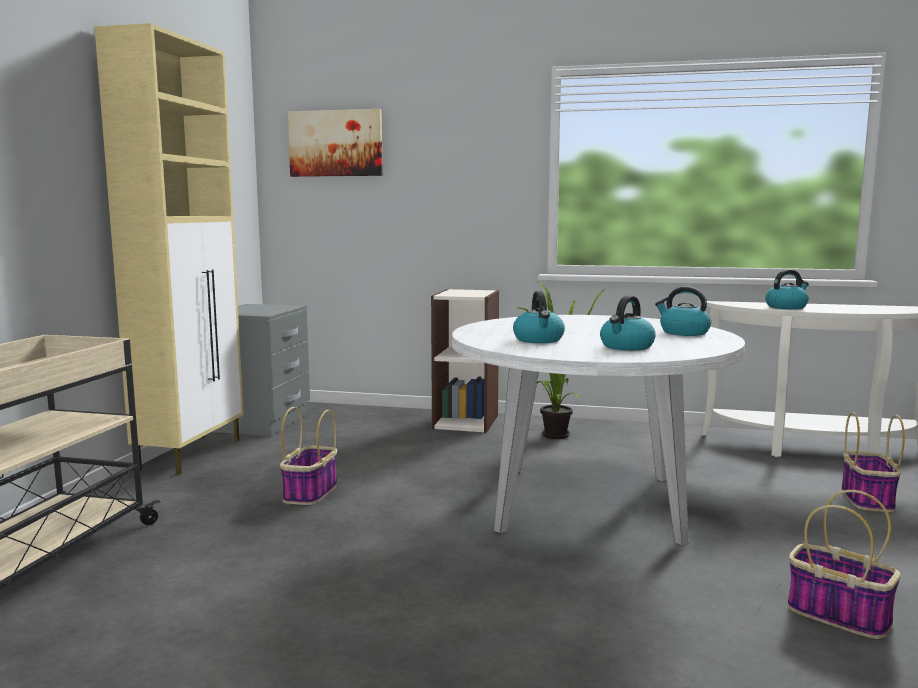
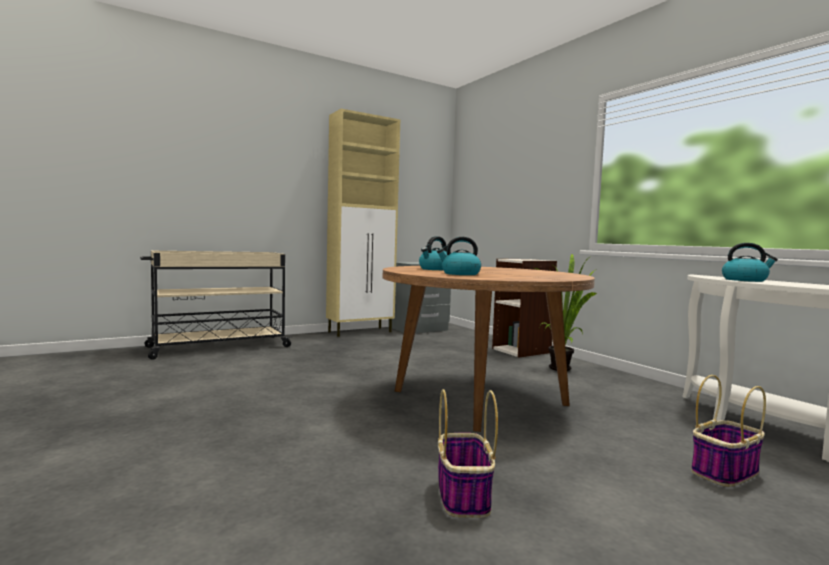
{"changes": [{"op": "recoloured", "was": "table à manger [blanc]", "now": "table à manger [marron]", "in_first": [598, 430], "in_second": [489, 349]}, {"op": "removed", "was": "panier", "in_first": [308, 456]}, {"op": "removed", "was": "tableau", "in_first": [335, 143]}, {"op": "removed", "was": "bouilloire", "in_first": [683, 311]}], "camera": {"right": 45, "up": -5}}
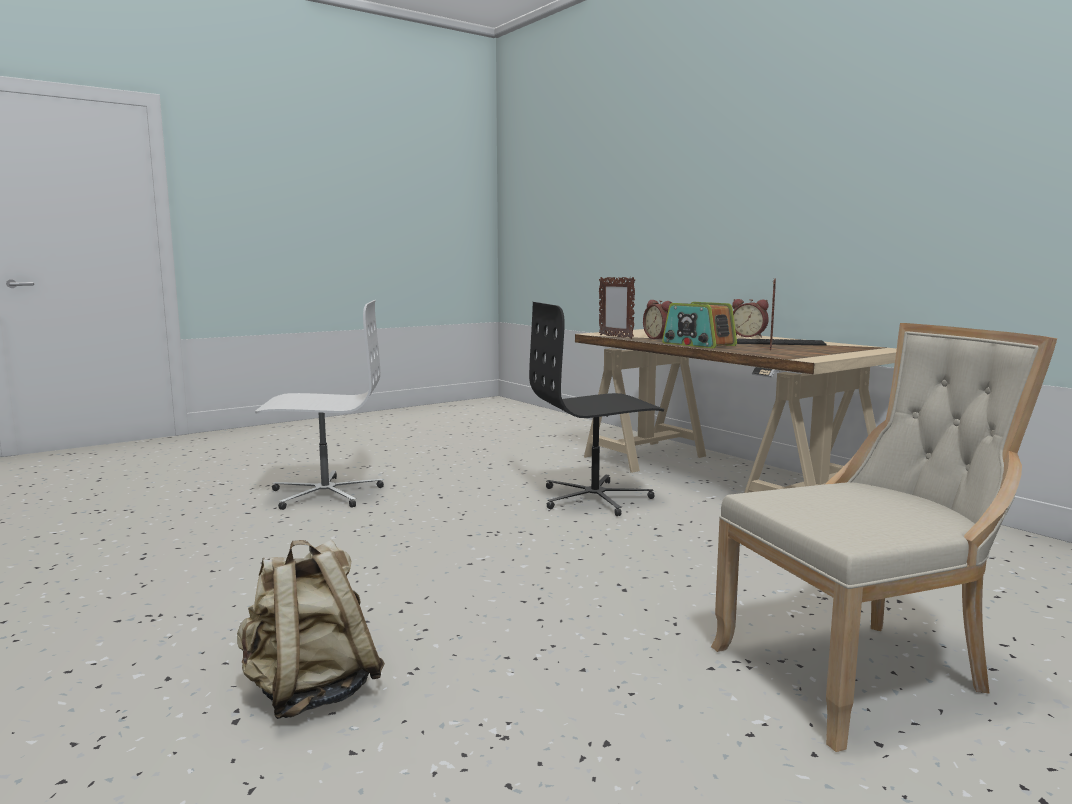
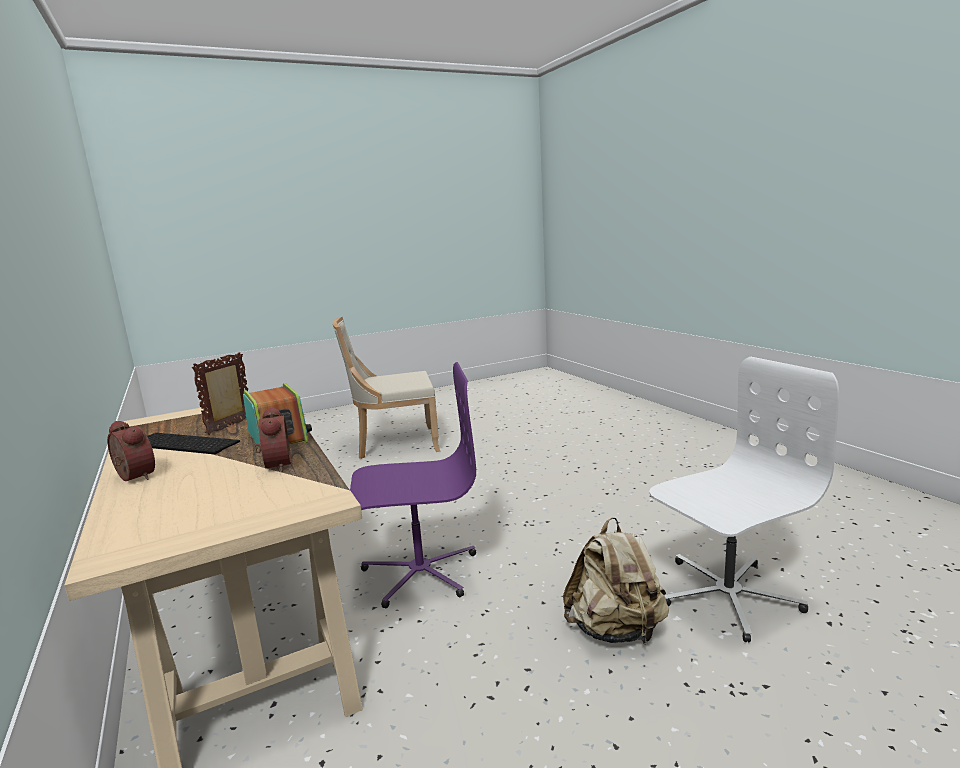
{"changes": [{"op": "recoloured", "was": "chaise de bureau [noir]", "now": "chaise de bureau [violet]", "in_first": [596, 409], "in_second": [413, 485]}, {"op": "moved", "was": "sac à dos [beige]", "in_first": [311, 629], "in_second": [616, 581]}, {"op": "turned", "was": "chaise de bureau [blanc]", "in_first": [319, 405], "in_second": [744, 499], "clockwise": 150}, {"op": "removed", "was": "cadre photo", "in_first": [617, 308]}], "camera": {"right": -170, "up": 5}}
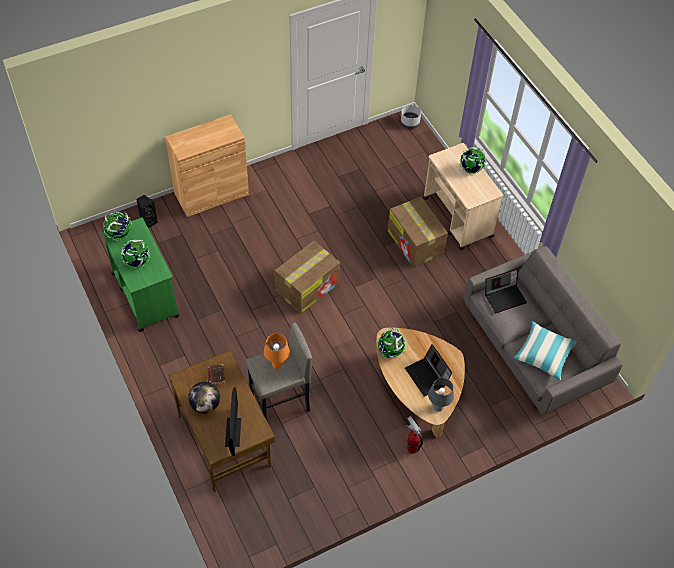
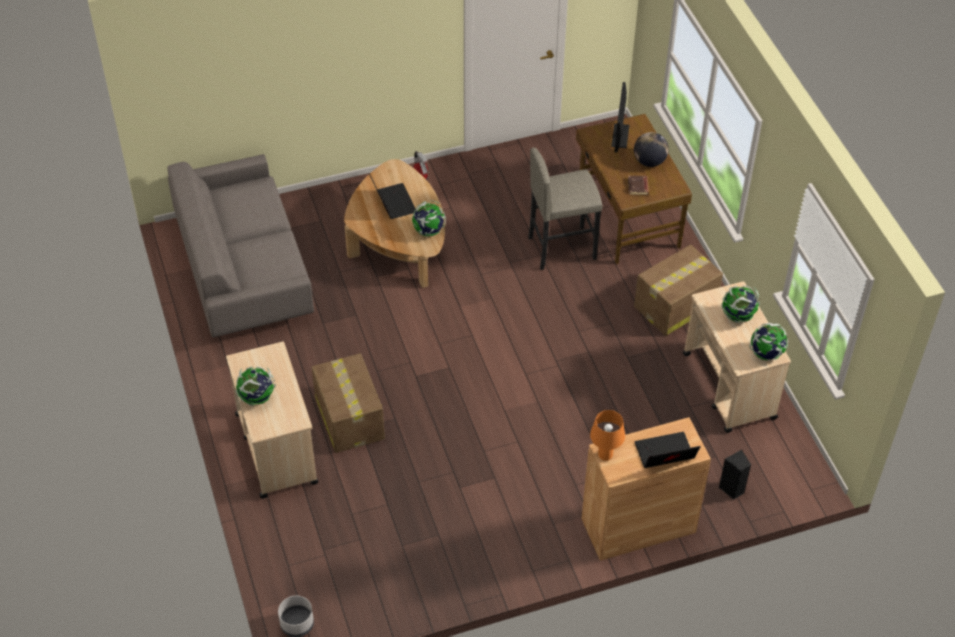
{"changes": [{"op": "moved", "was": "lampe de table [orange]", "in_first": [277, 351], "in_second": [607, 435]}, {"op": "moved", "was": "carton", "in_first": [307, 277], "in_second": [678, 290]}, {"op": "moved", "was": "ordinateur portable", "in_first": [506, 291], "in_second": [668, 450]}, {"op": "recoloured", "was": "chariot [vert]", "now": "chariot [beige]", "in_first": [140, 274], "in_second": [737, 357]}, {"op": "removed", "was": "lampe de table [gris]", "in_first": [441, 395]}, {"op": "removed", "was": "coussin", "in_first": [545, 350]}], "camera": {"right": -170, "up": -5}}
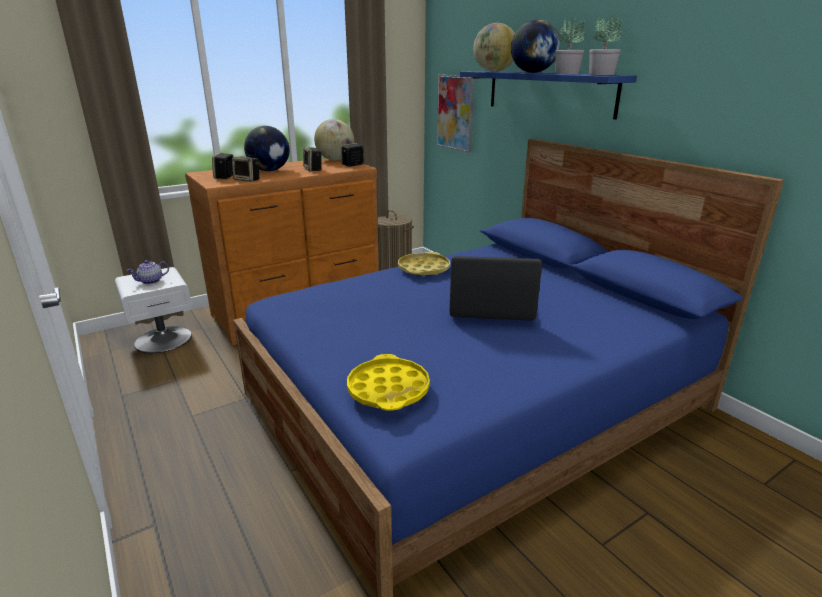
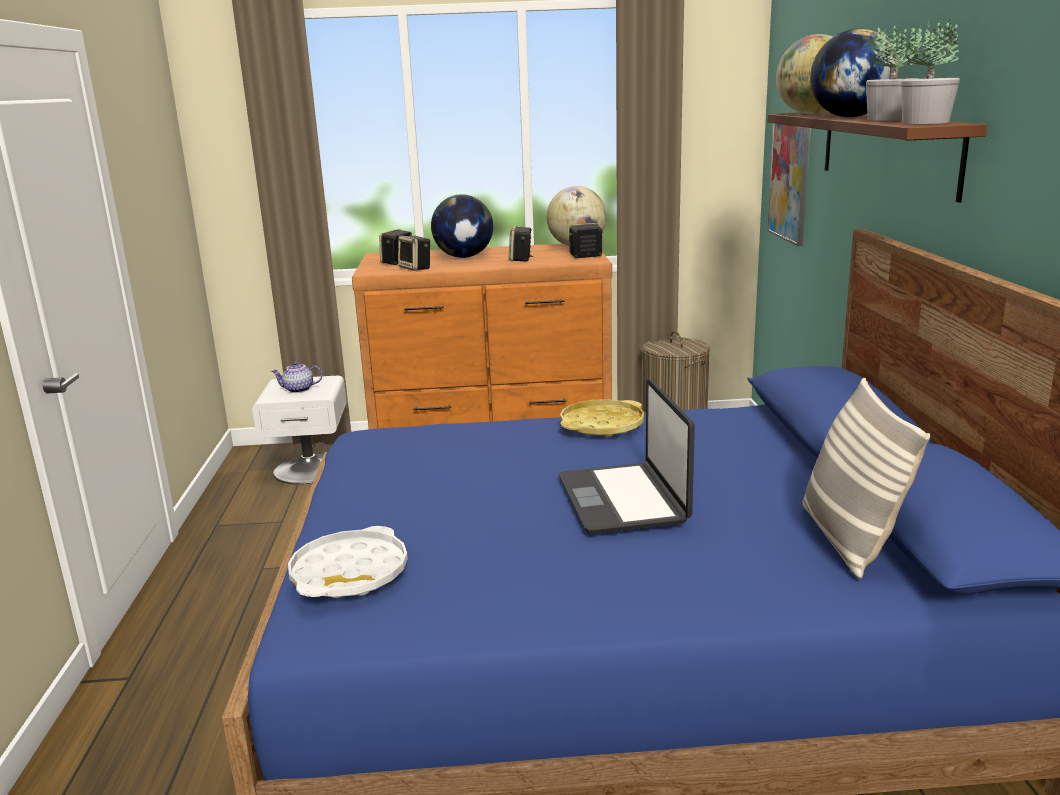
{"changes": [{"op": "recoloured", "was": "plateau [jaune]", "now": "plateau [blanc]", "in_first": [388, 382], "in_second": [348, 562]}, {"op": "turned", "was": "ordinateur portable", "in_first": [495, 288], "in_second": [627, 456], "clockwise": -135}, {"op": "recoloured", "was": "étagère [bleu]", "now": "étagère [marron]", "in_first": [548, 95], "in_second": [877, 157]}, {"op": "added", "now": "coussin", "in_second": [866, 478]}], "camera": {"right": 30, "up": -5}}
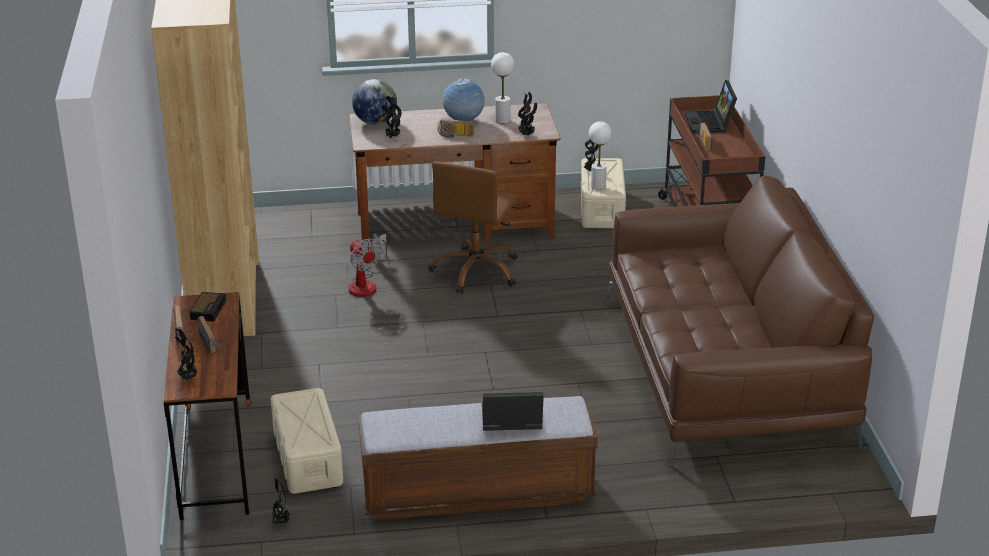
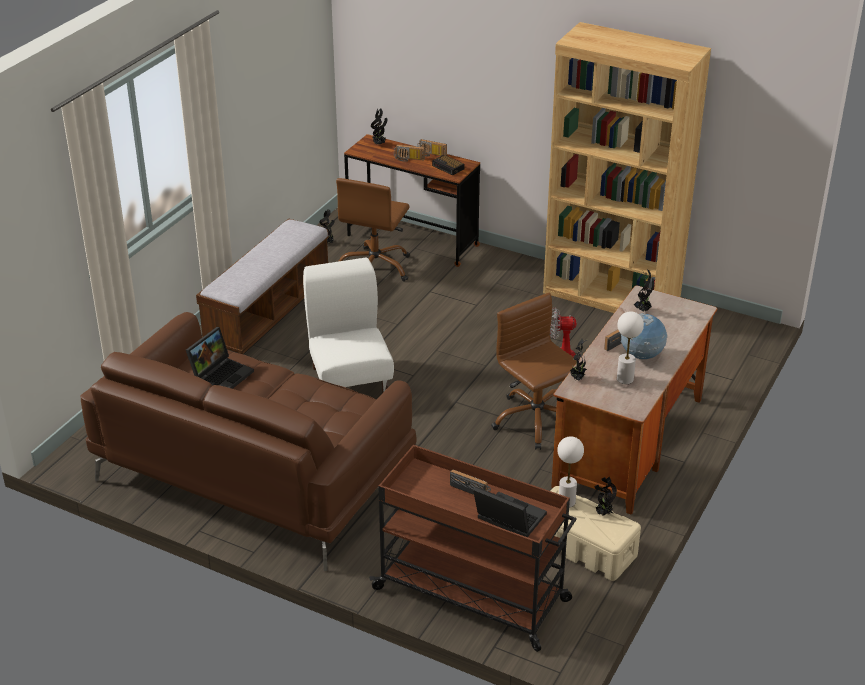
{"changes": [{"op": "moved", "was": "ordinateur portable", "in_first": [513, 411], "in_second": [220, 358]}, {"op": "added", "now": "chaise [blanc]", "in_second": [348, 325]}, {"op": "replaced", "was": "boîte de rangement [beige]", "now": "chaise de bureau [marron]", "in_first": [307, 441], "in_second": [373, 230]}, {"op": "removed", "was": "globe", "in_first": [374, 102]}], "camera": {"right": 125, "up": 5}}
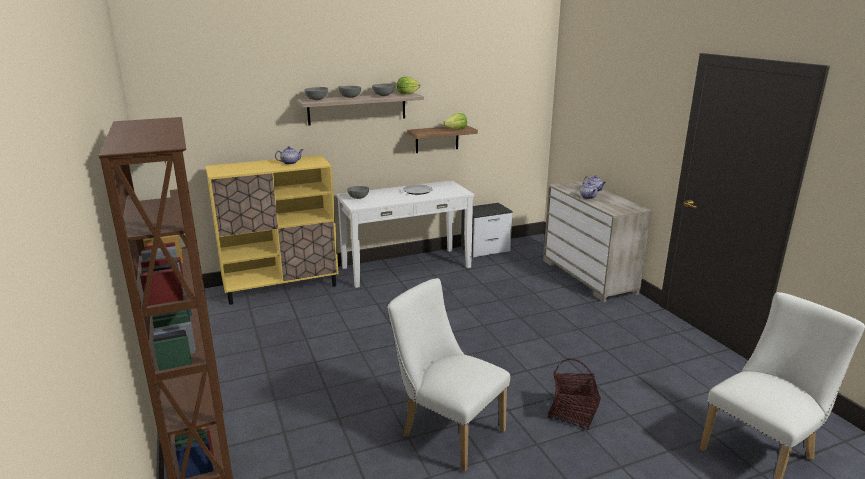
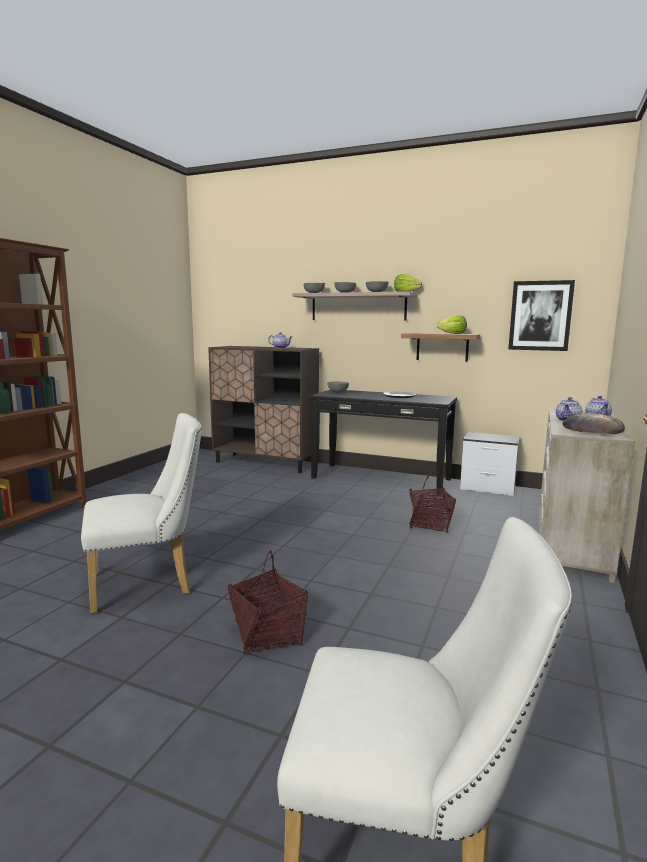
{"changes": [{"op": "turned", "was": "chaise [blanc]", "in_first": [448, 374], "in_second": [141, 513], "clockwise": 75}, {"op": "recoloured", "was": "meuble de rangement [jaune]", "now": "meuble de rangement [marron]", "in_first": [272, 230], "in_second": [263, 409]}, {"op": "recoloured", "was": "table console [blanc]", "now": "table console [noir]", "in_first": [405, 234], "in_second": [383, 440]}, {"op": "added", "now": "panier", "in_second": [432, 501]}, {"op": "added", "now": "tableau", "in_second": [541, 315]}, {"op": "added", "now": "pain", "in_second": [594, 423]}], "camera": {"right": 45, "up": -10}}
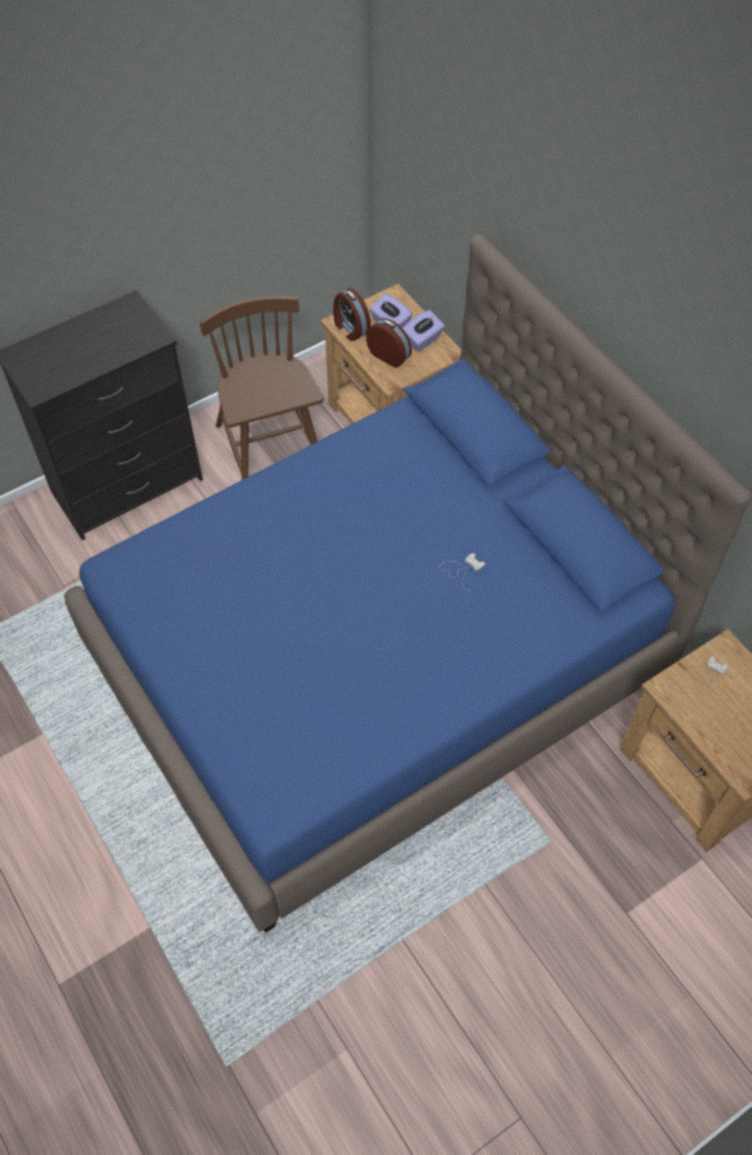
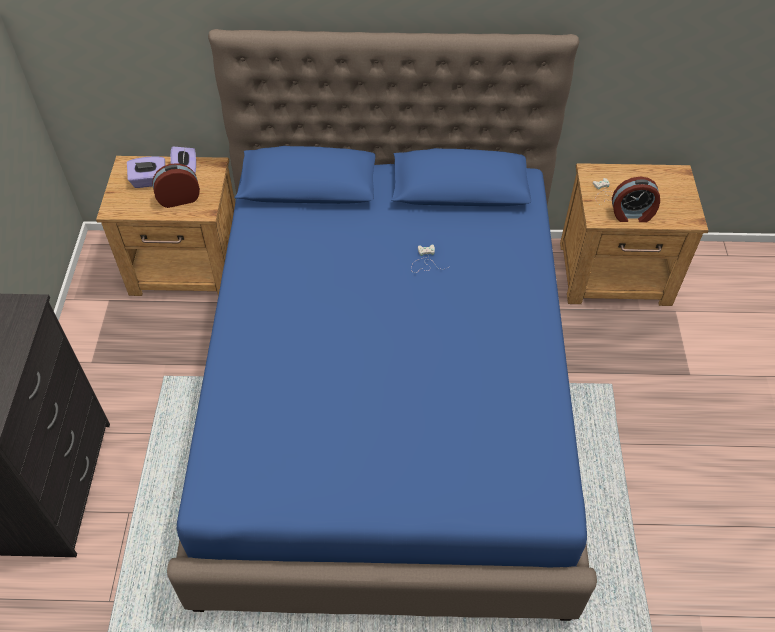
{"changes": [{"op": "moved", "was": "réveil", "in_first": [352, 314], "in_second": [636, 199]}, {"op": "removed", "was": "chaise [marron]", "in_first": [262, 388]}], "camera": {"right": -55, "up": -5}}
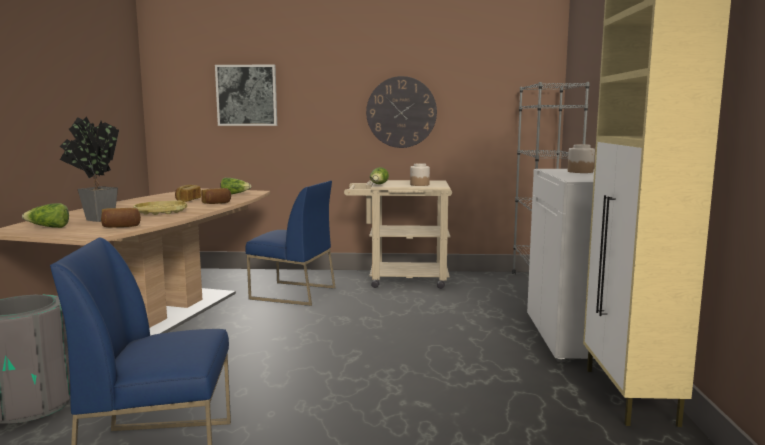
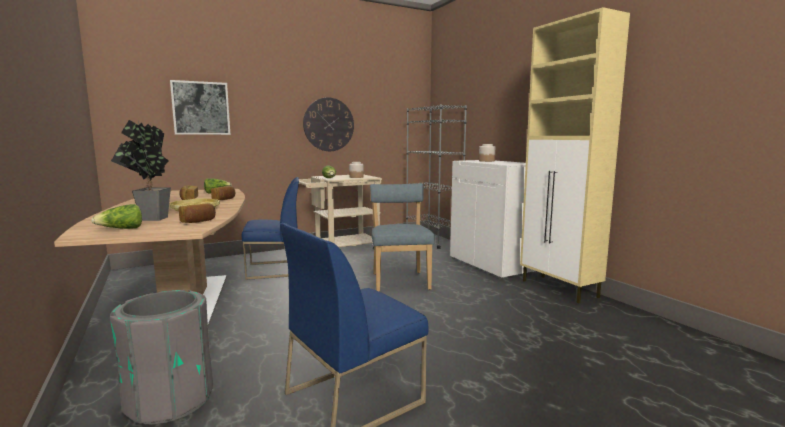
{"changes": [{"op": "added", "now": "chaise [bleu]", "in_second": [402, 238]}], "camera": {"right": -30, "up": 0}}
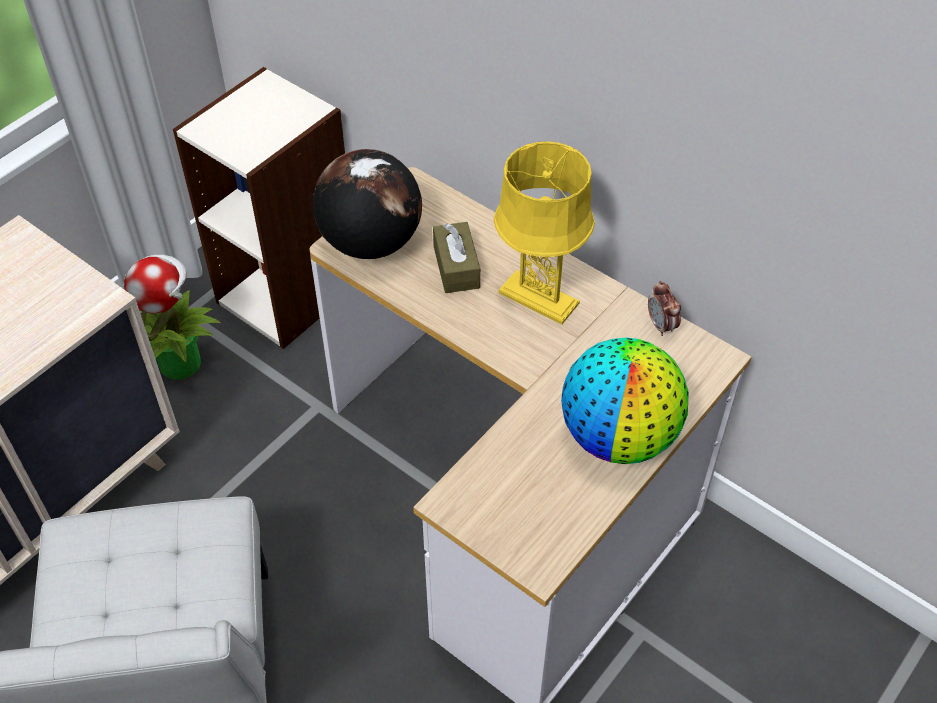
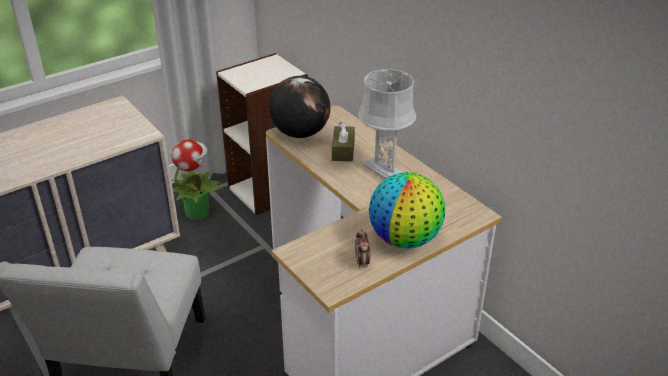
{"changes": [{"op": "moved", "was": "réveil", "in_first": [664, 308], "in_second": [362, 248]}, {"op": "recoloured", "was": "lampe de table [jaune]", "now": "lampe de table [gris]", "in_first": [544, 232], "in_second": [387, 124]}], "camera": {"right": 15, "up": -15}}
